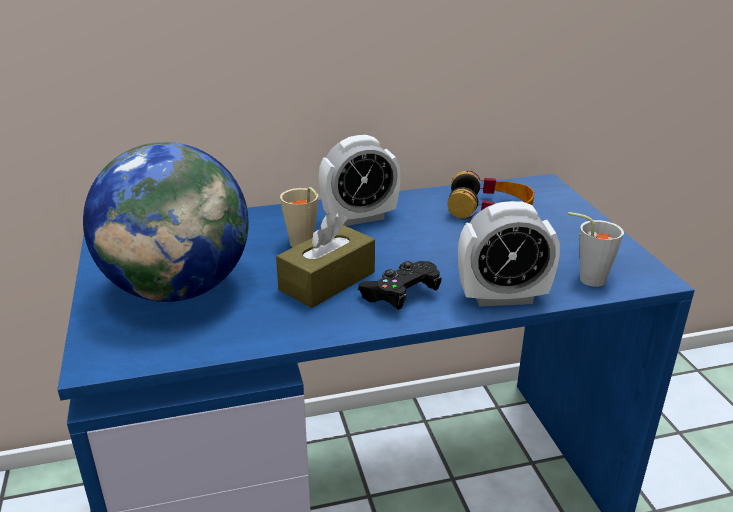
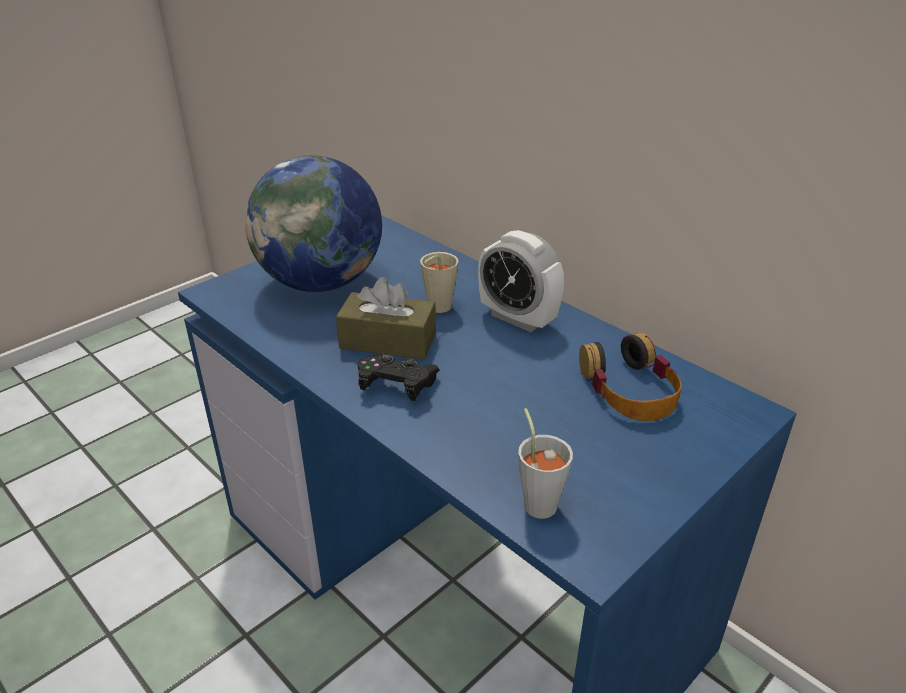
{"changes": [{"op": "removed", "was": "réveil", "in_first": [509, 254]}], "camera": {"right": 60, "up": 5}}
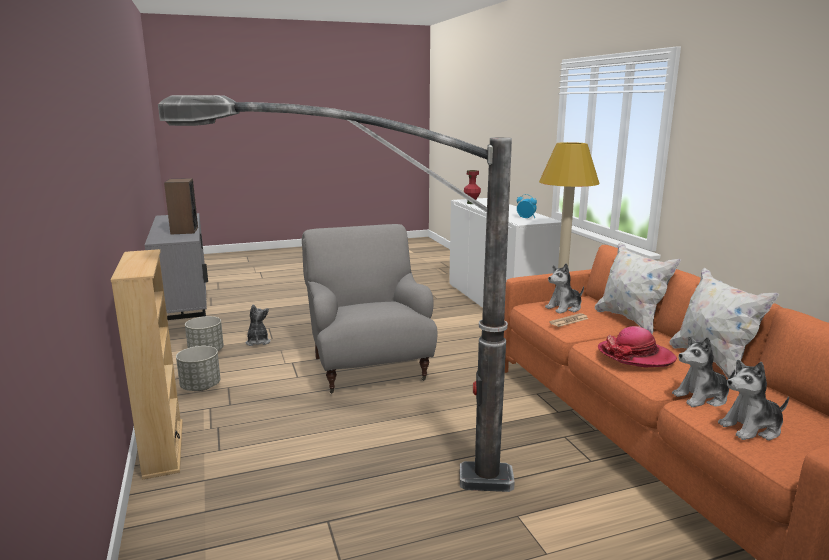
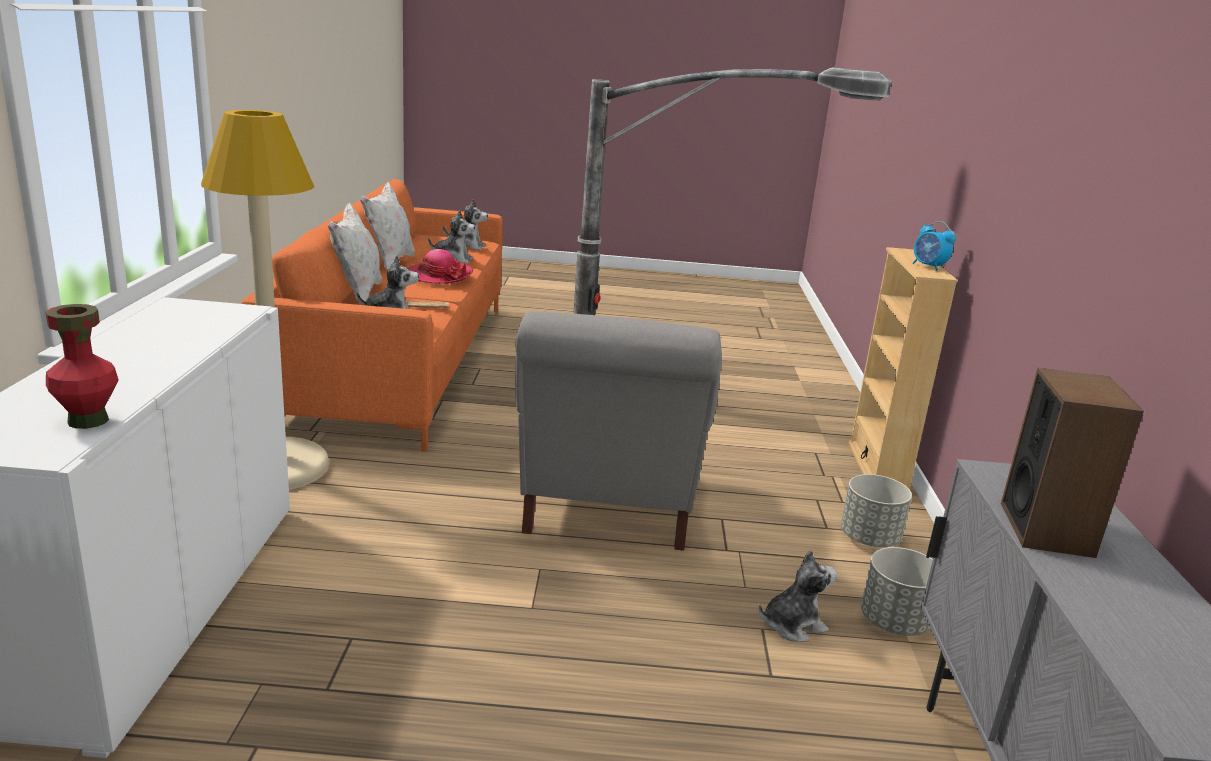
{"changes": [{"op": "turned", "was": "peluche", "in_first": [258, 325], "in_second": [798, 595], "clockwise": -120}, {"op": "moved", "was": "réveil", "in_first": [527, 206], "in_second": [934, 246]}], "camera": {"right": -160, "up": 5}}
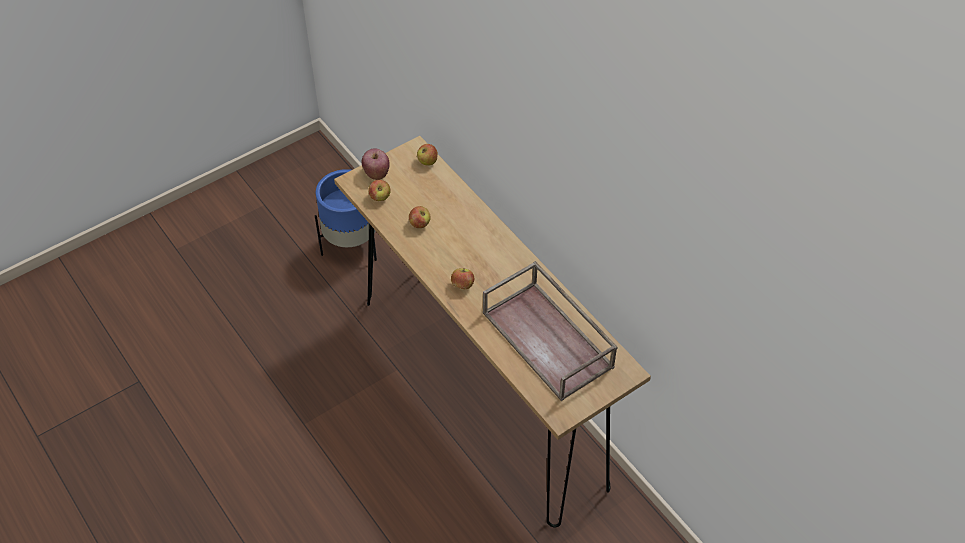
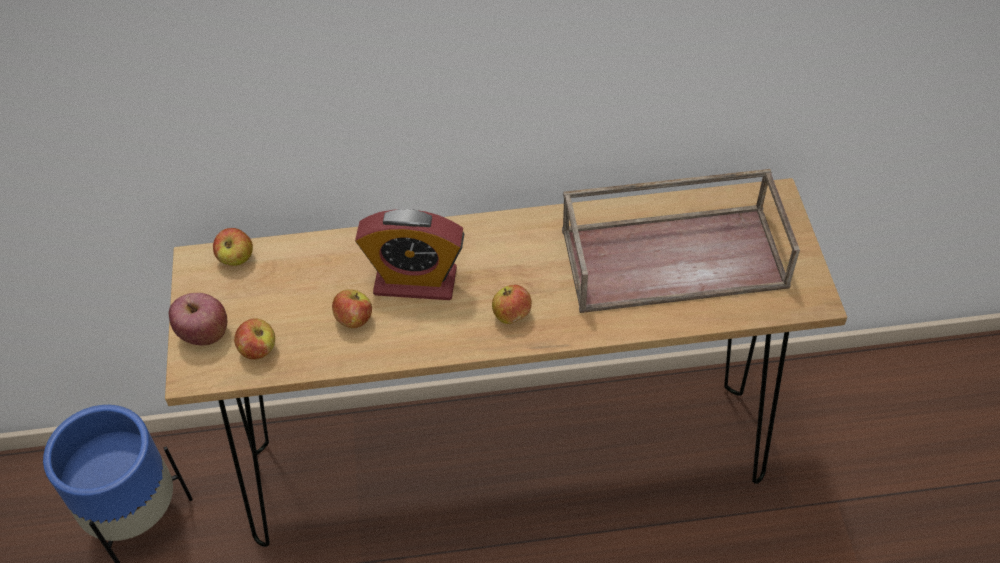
{"changes": [{"op": "added", "now": "réveil", "in_second": [409, 254]}], "camera": {"right": -60, "up": 0}}
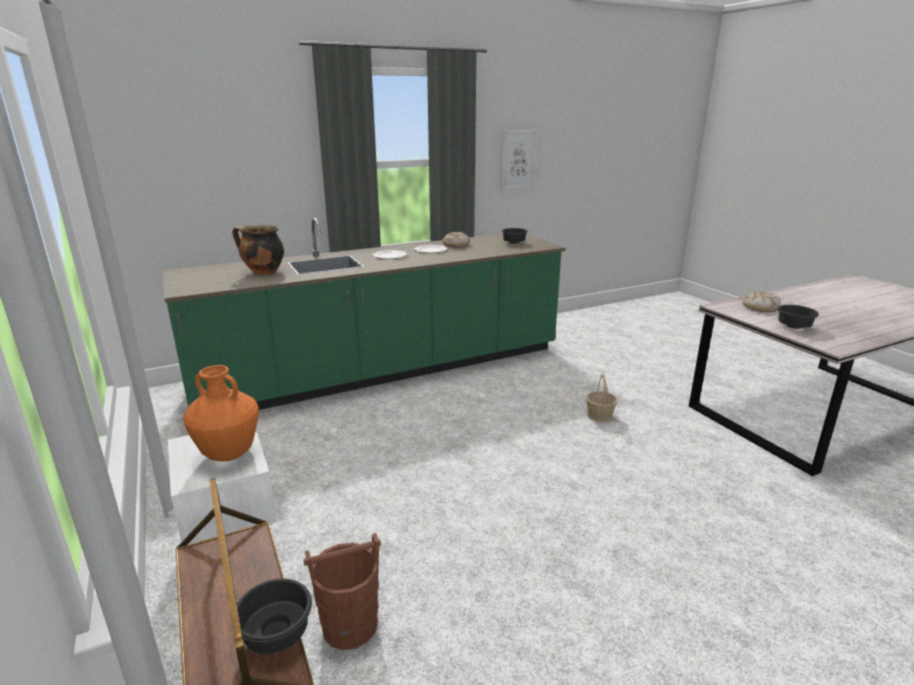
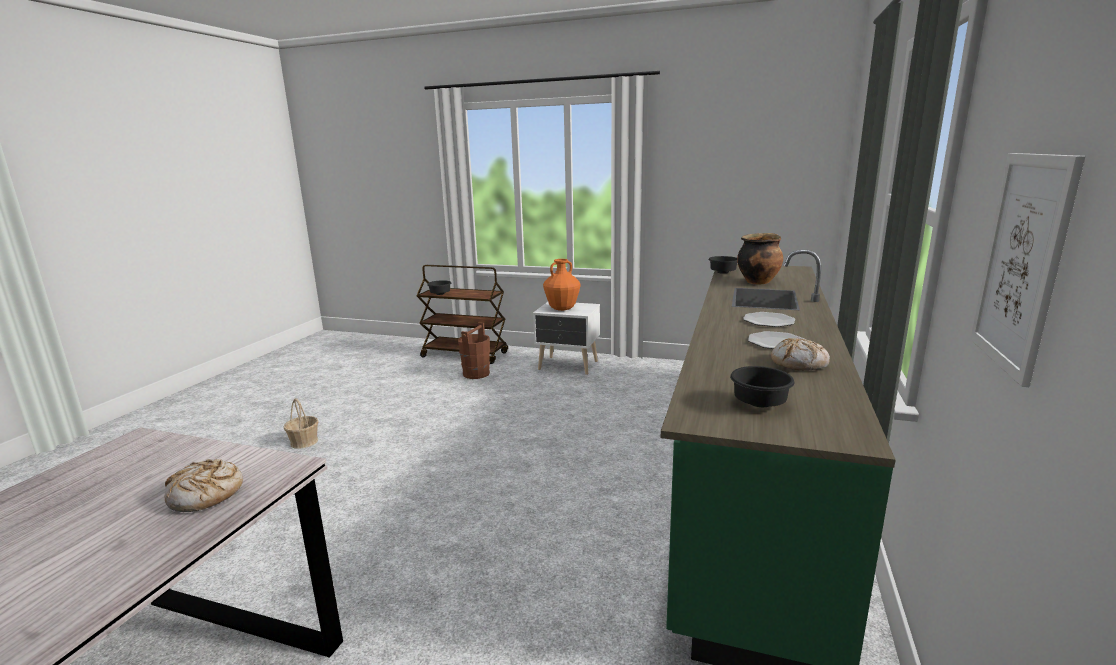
{"changes": [{"op": "moved", "was": "panier", "in_first": [602, 398], "in_second": [301, 423]}, {"op": "moved", "was": "bol [noir]", "in_first": [798, 317], "in_second": [722, 265]}], "camera": {"right": 135, "up": -5}}
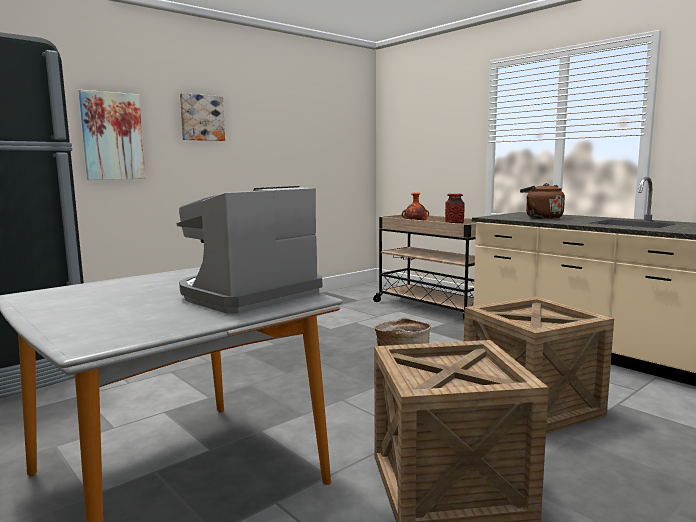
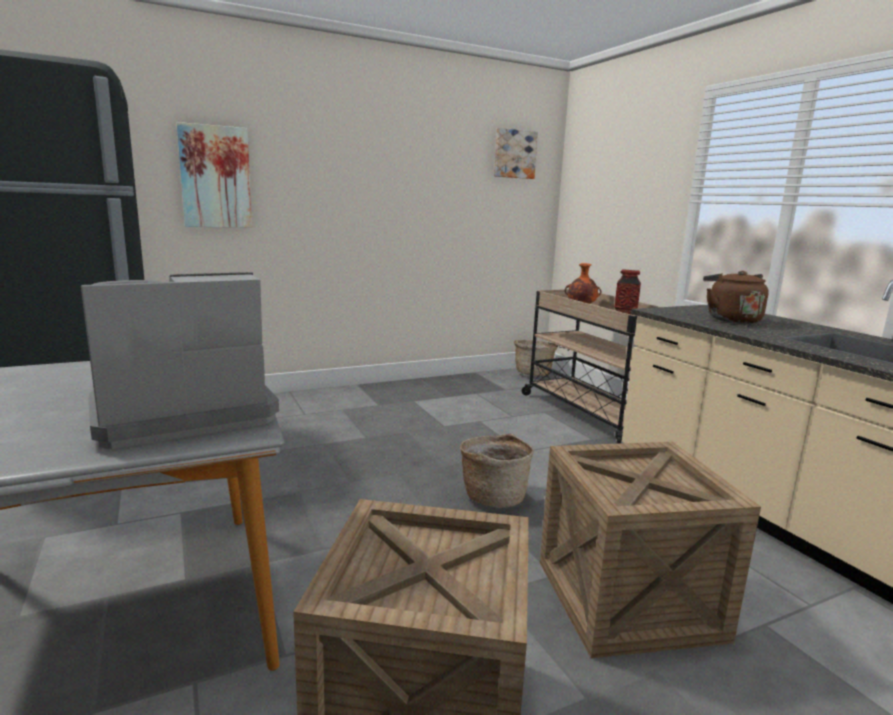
{"changes": [{"op": "moved", "was": "tableau", "in_first": [202, 117], "in_second": [516, 153]}, {"op": "added", "now": "panier", "in_second": [536, 358]}], "camera": {"right": 15, "up": 5}}
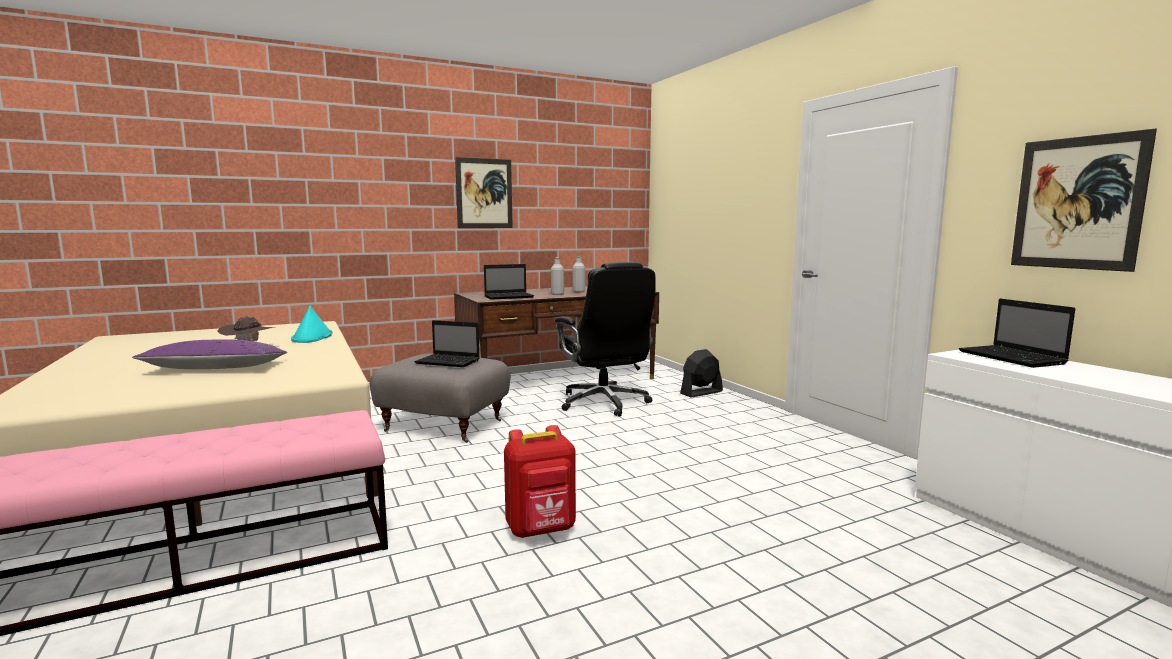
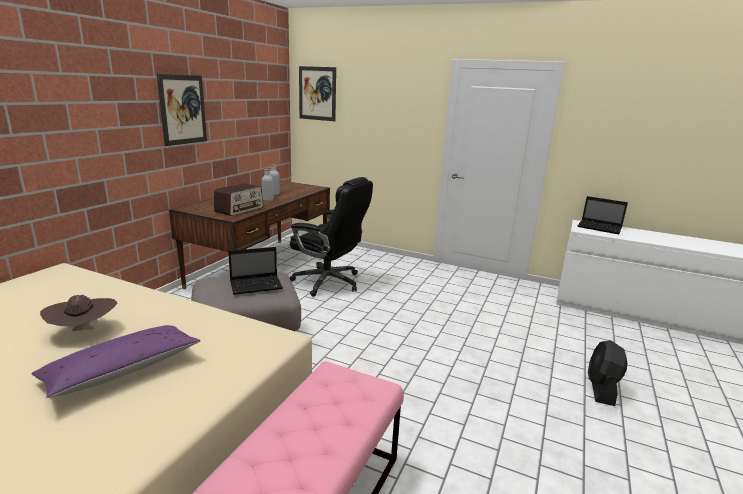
{"changes": [{"op": "replaced", "was": "ordinateur portable", "now": "radio", "in_first": [509, 282], "in_second": [238, 199]}, {"op": "moved", "was": "tableau", "in_first": [1084, 200], "in_second": [317, 93]}, {"op": "moved", "was": "ventilateur [noir]", "in_first": [701, 373], "in_second": [608, 373]}, {"op": "removed", "was": "chapeau [turquoise]", "in_first": [311, 324]}, {"op": "removed", "was": "sac à dos [rouge]", "in_first": [540, 481]}], "camera": {"right": -40, "up": 10}}
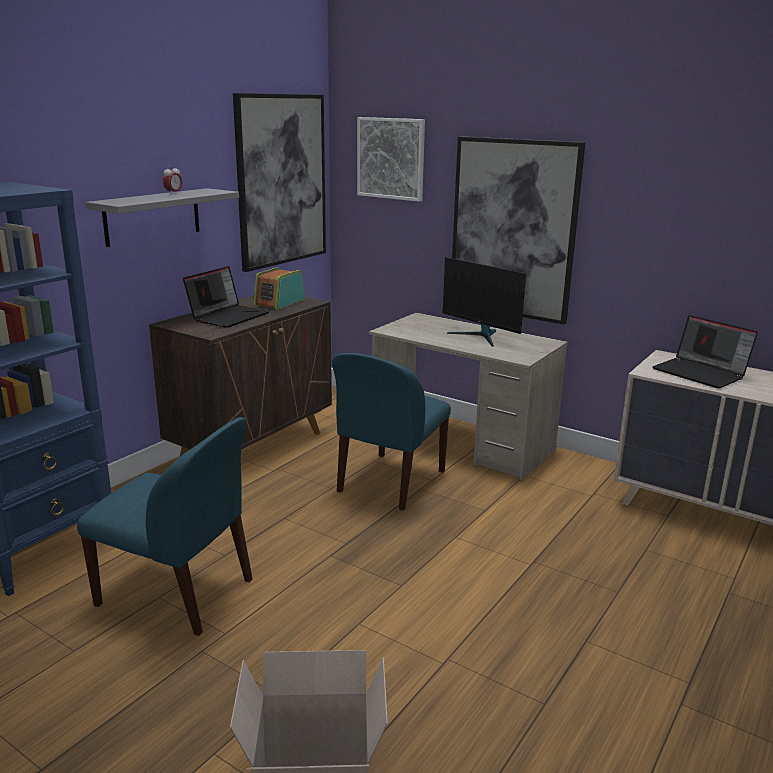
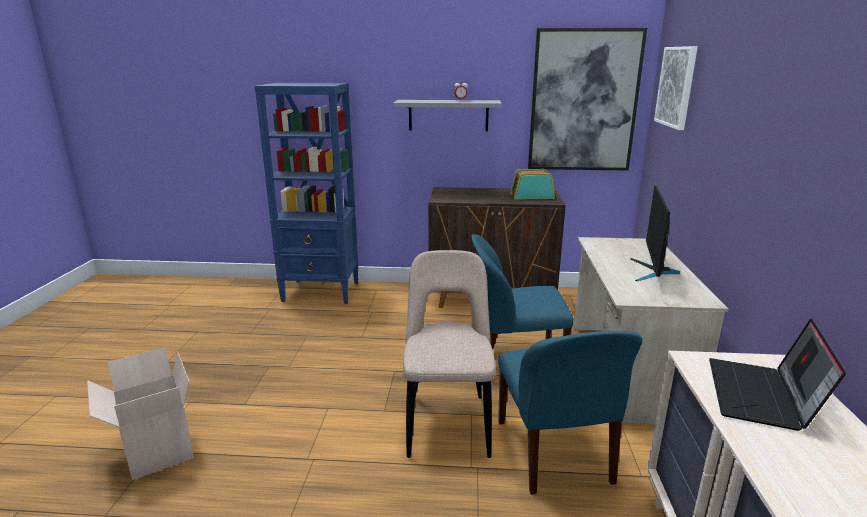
{"changes": [{"op": "added", "now": "chaise [beige]", "in_second": [449, 354]}, {"op": "moved", "was": "chaise [bleu]", "in_first": [165, 526], "in_second": [570, 413]}, {"op": "removed", "was": "ordinateur portable", "in_first": [226, 297]}, {"op": "removed", "was": "tableau", "in_first": [518, 230]}], "camera": {"right": 60, "up": 0}}
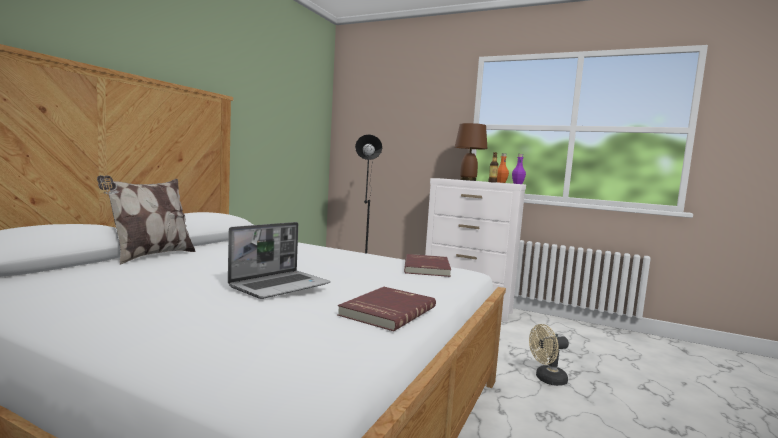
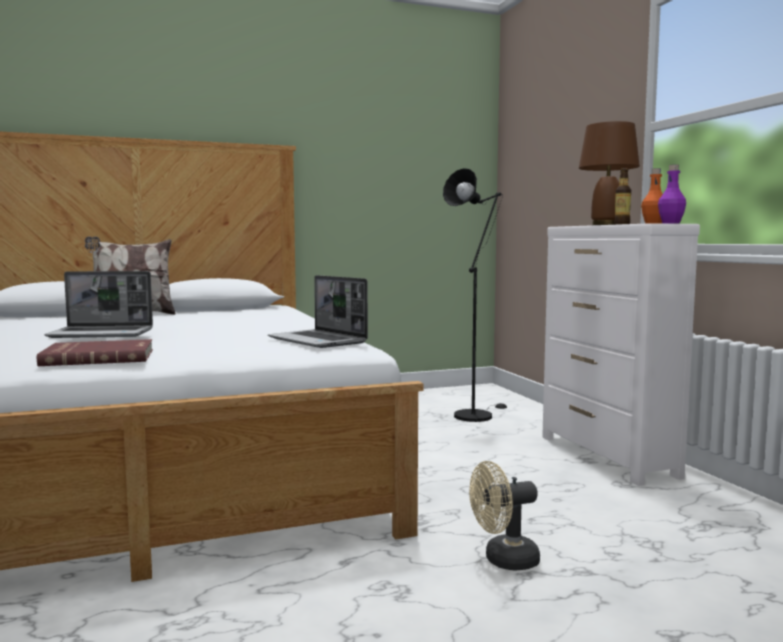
{"changes": [{"op": "replaced", "was": "livre [rouge]", "now": "ordinateur portable", "in_first": [427, 265], "in_second": [318, 311]}, {"op": "turned", "was": "ventilateur [beige]", "in_first": [549, 355], "in_second": [504, 516], "clockwise": -45}], "camera": {"right": 45, "up": 0}}
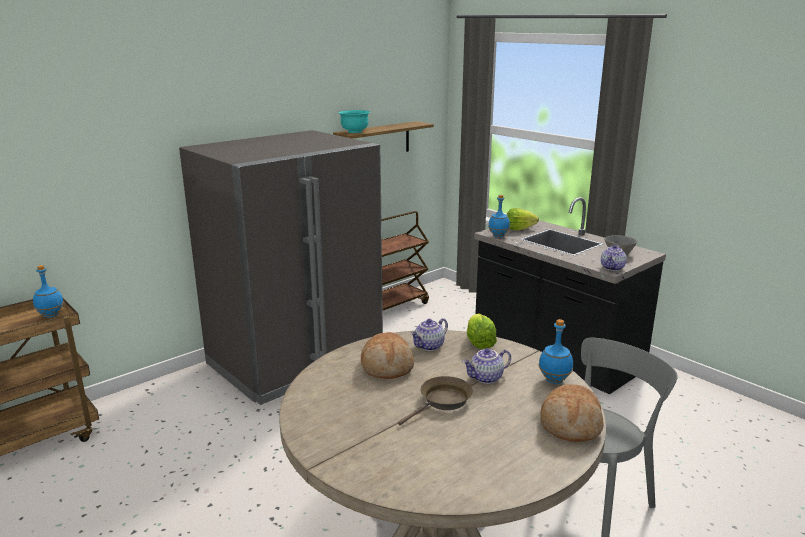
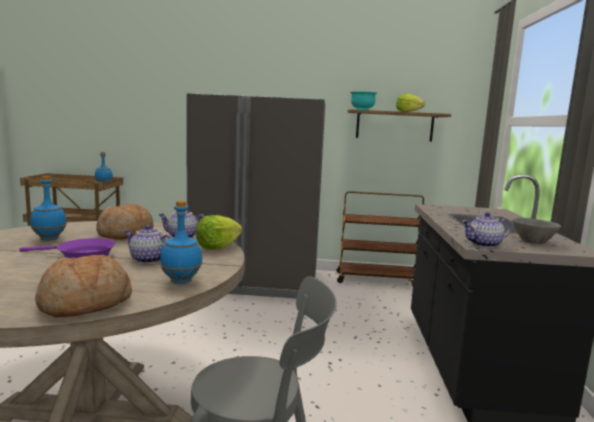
{"changes": [{"op": "recoloured", "was": "poêle [marron]", "now": "poêle [violet]", "in_first": [435, 400], "in_second": [67, 248]}, {"op": "moved", "was": "bouteille [bleu]", "in_first": [499, 216], "in_second": [48, 208]}, {"op": "moved", "was": "laitue", "in_first": [522, 219], "in_second": [410, 102]}], "camera": {"right": 45, "up": -10}}
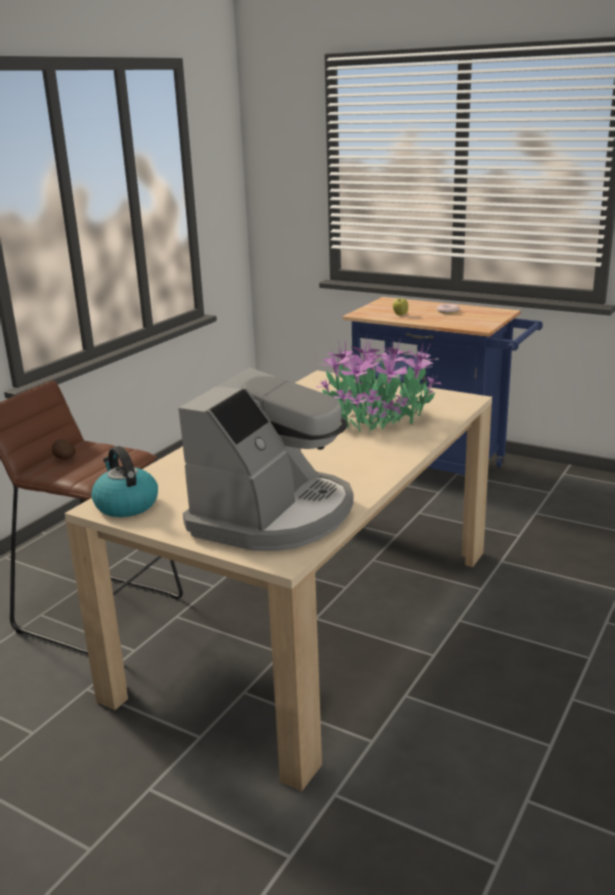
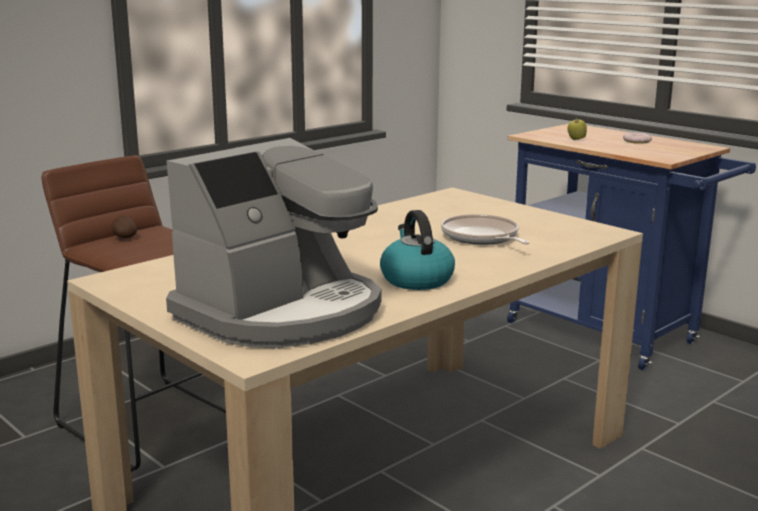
{"changes": [{"op": "moved", "was": "bouilloire", "in_first": [124, 481], "in_second": [417, 250]}, {"op": "replaced", "was": "plante en pot", "now": "poêle", "in_first": [378, 385], "in_second": [485, 229]}], "camera": {"right": 15, "up": -5}}
